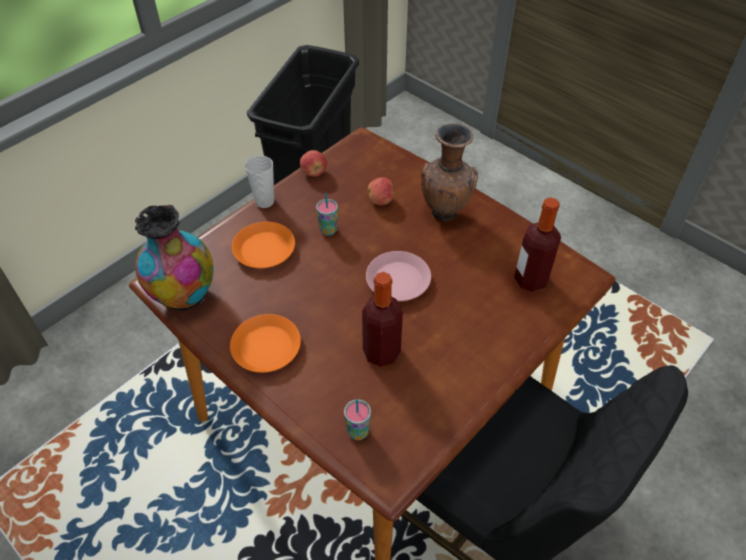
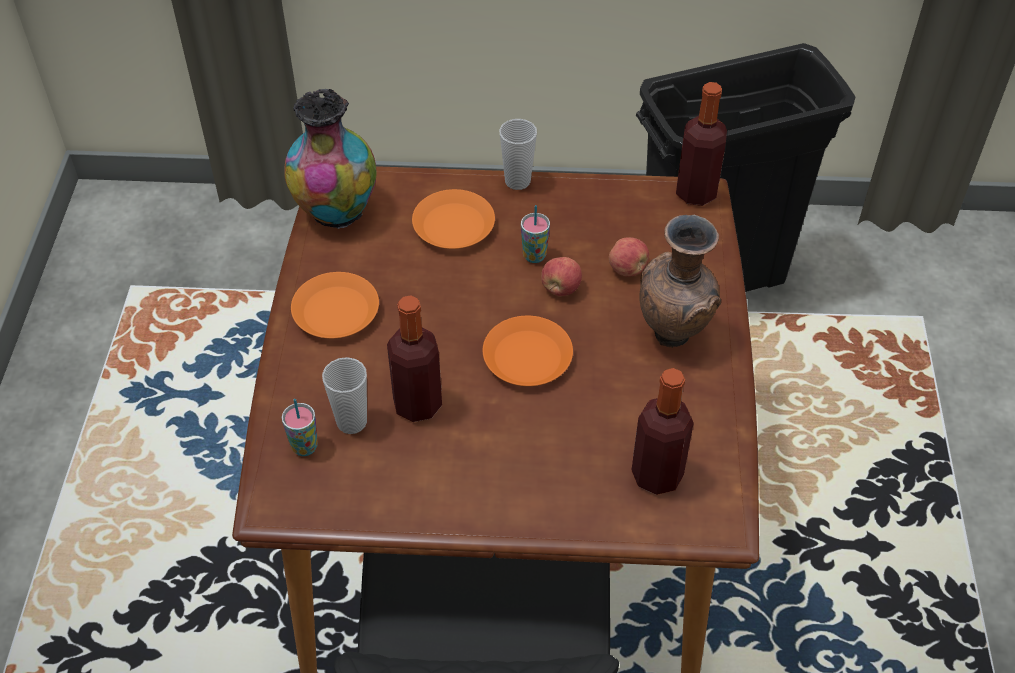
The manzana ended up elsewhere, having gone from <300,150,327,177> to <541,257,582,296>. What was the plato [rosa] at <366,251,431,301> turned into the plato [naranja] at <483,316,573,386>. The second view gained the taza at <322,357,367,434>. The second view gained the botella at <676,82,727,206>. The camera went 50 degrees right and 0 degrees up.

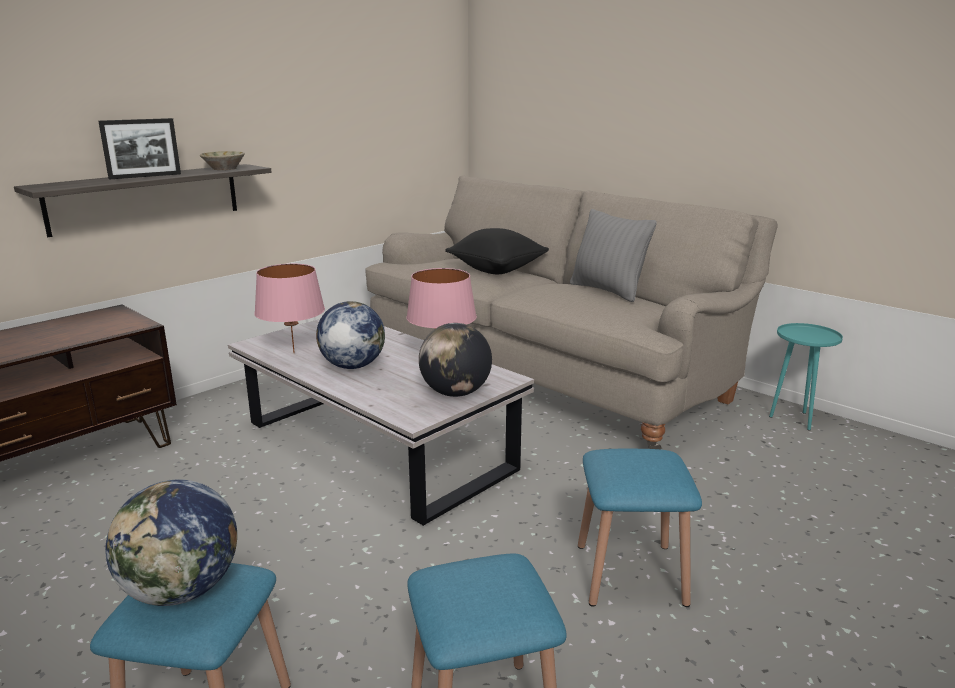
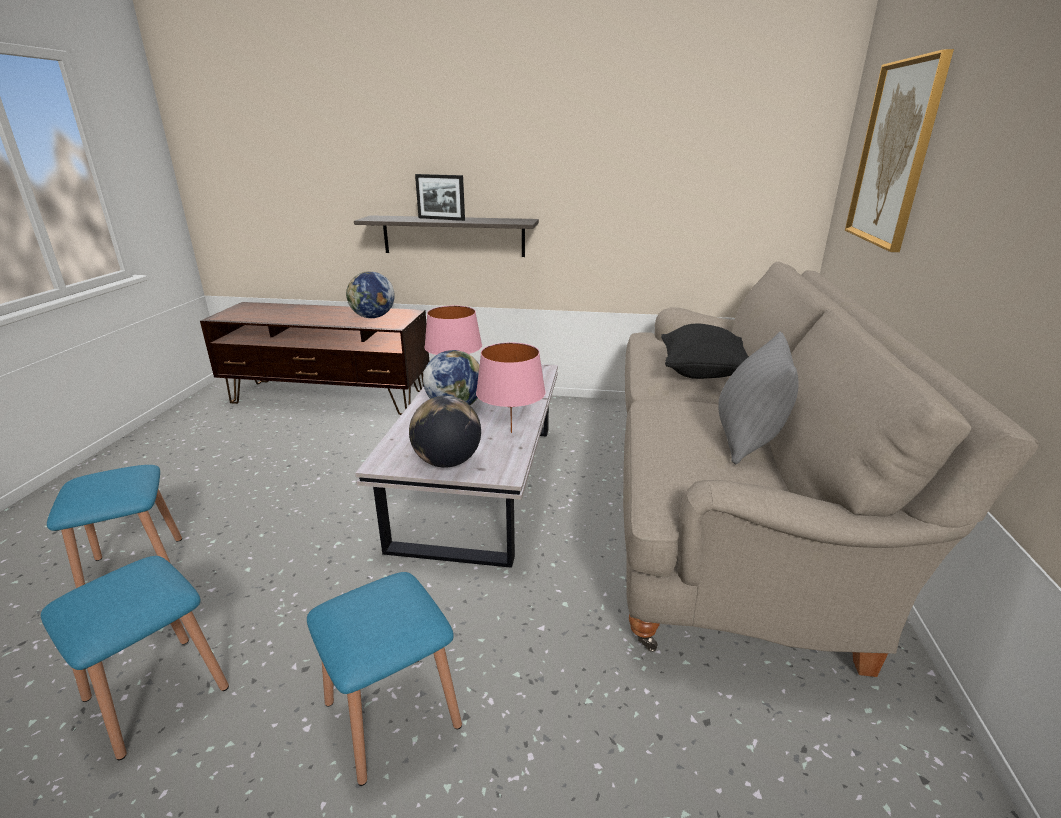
The globo terráqueo ended up elsewhere, having gone from <105,479,237,606> to <346,271,395,318>. The second view lost the cuenco [beis] at <200,151,245,170>. The second view lost the mesa auxiliar [turquesa] at <769,323,843,430>. The second view gained the cuadro at <845,49,954,252>. The camera went 55 degrees right and 5 degrees up.

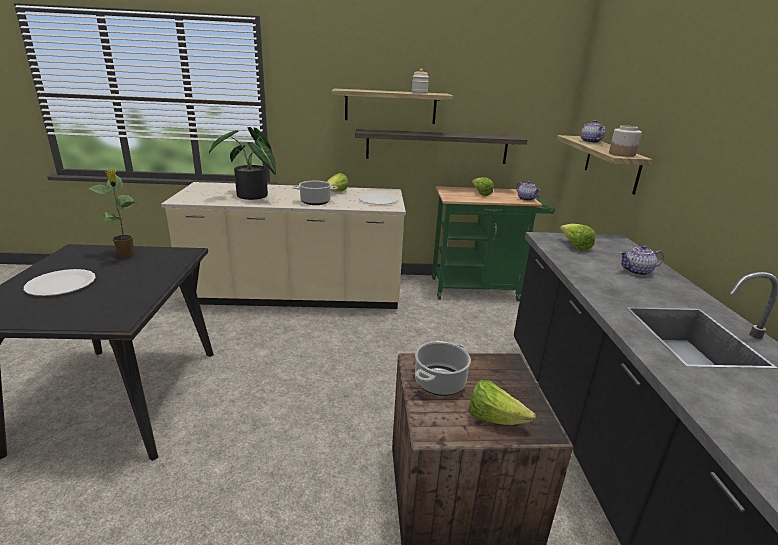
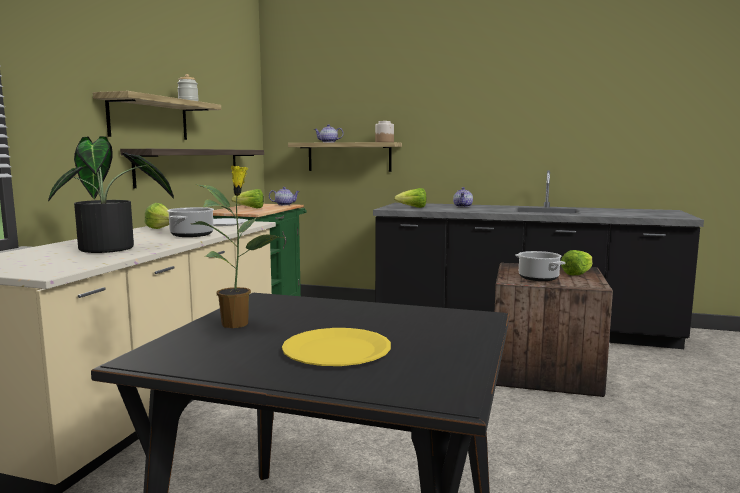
What was the plato [blanco] at <24,269,96,296> turned into the plato [amarillo] at <282,328,391,366>. The camera went 70 degrees left and 15 degrees down.

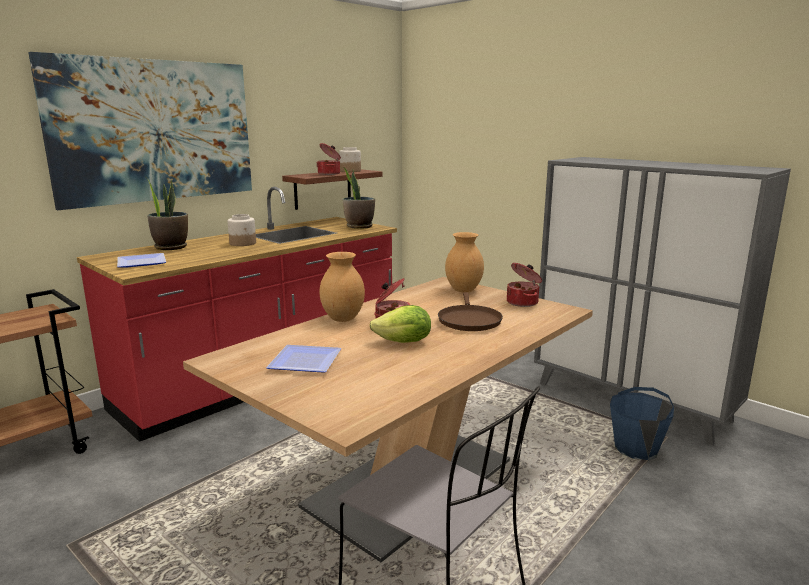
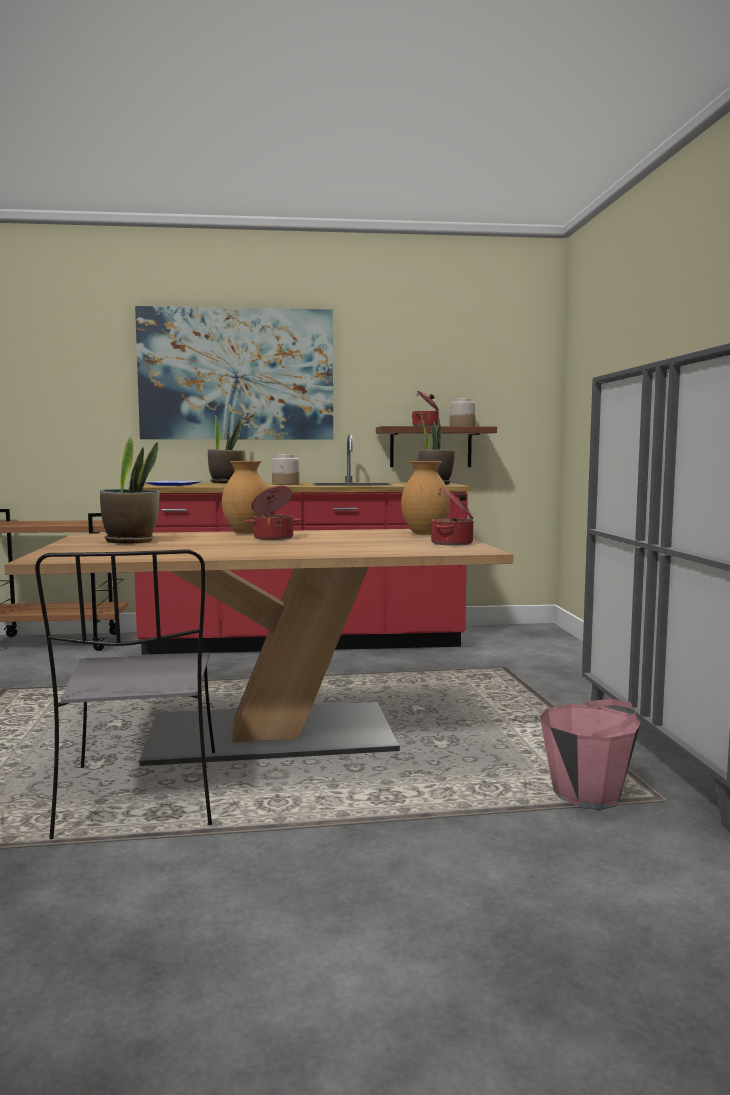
Where the plato stood at <266,345,341,373>, the planta en maceta came to stand at <100,435,160,544>. The second view lost the lechuga at <370,305,431,343>. The second view lost the sartén [marrón] at <438,292,503,331>. What was the cubo [azul] at <610,387,674,461> turned into the cubo [rosa] at <540,699,641,810>. The camera went 40 degrees right and 10 degrees down.

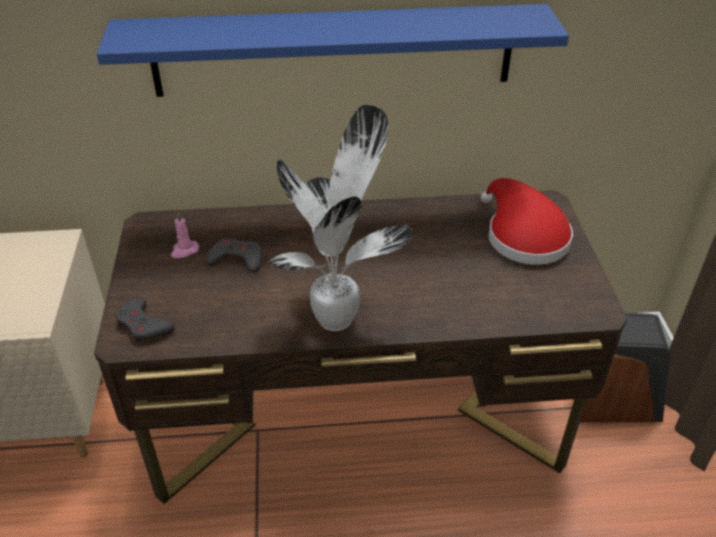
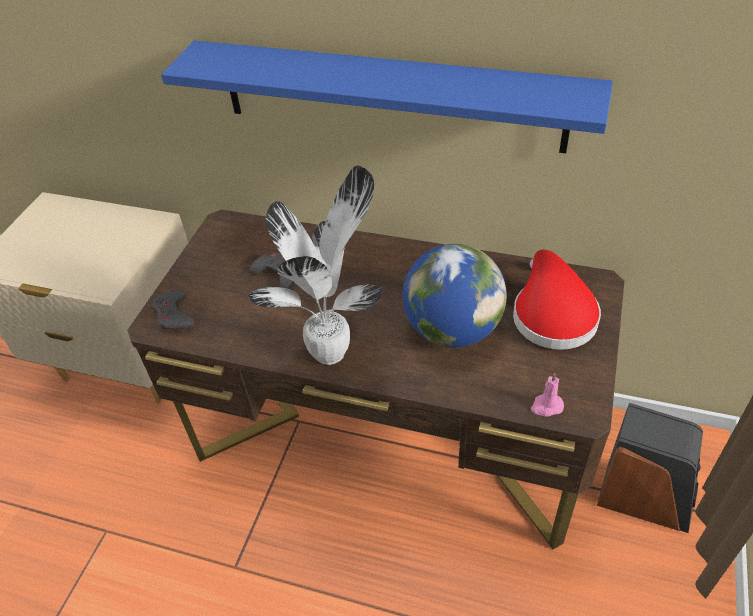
The vela [rosa] ended up elsewhere, having gone from <171,212,199,258> to <531,373,564,417>. The second view gained the globo terráqueo at <402,244,507,347>. The camera went 25 degrees right and 5 degrees up.

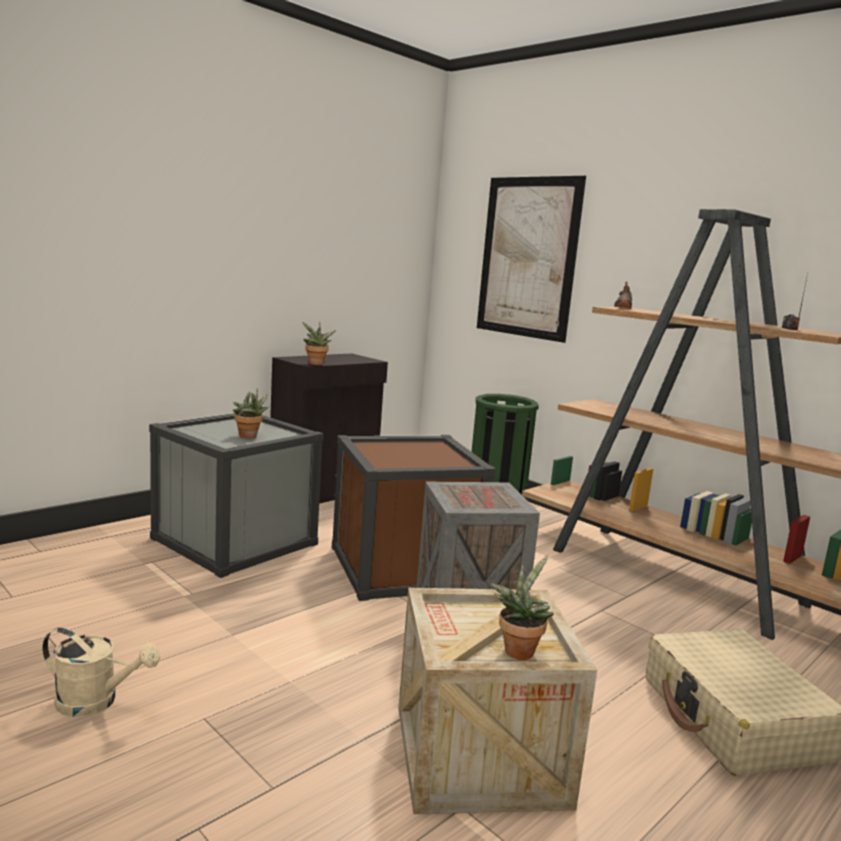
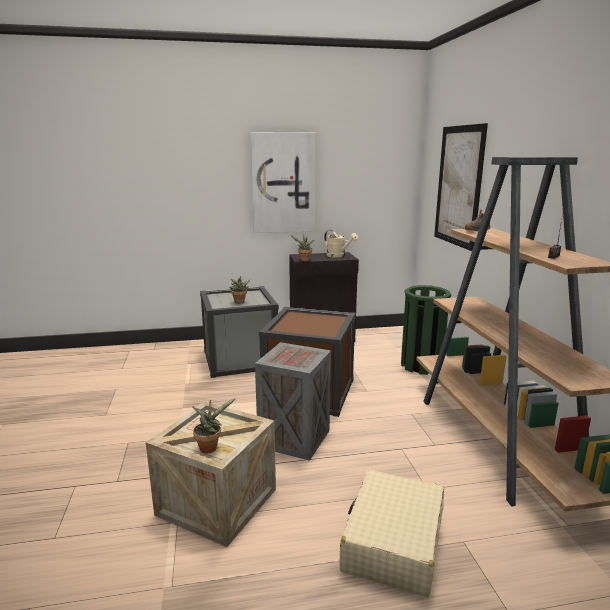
The regadera [beis] ended up elsewhere, having gone from <42,628,160,717> to <324,230,358,258>. The second view gained the cuadro at <250,132,316,233>. The camera went 35 degrees right and 5 degrees up.

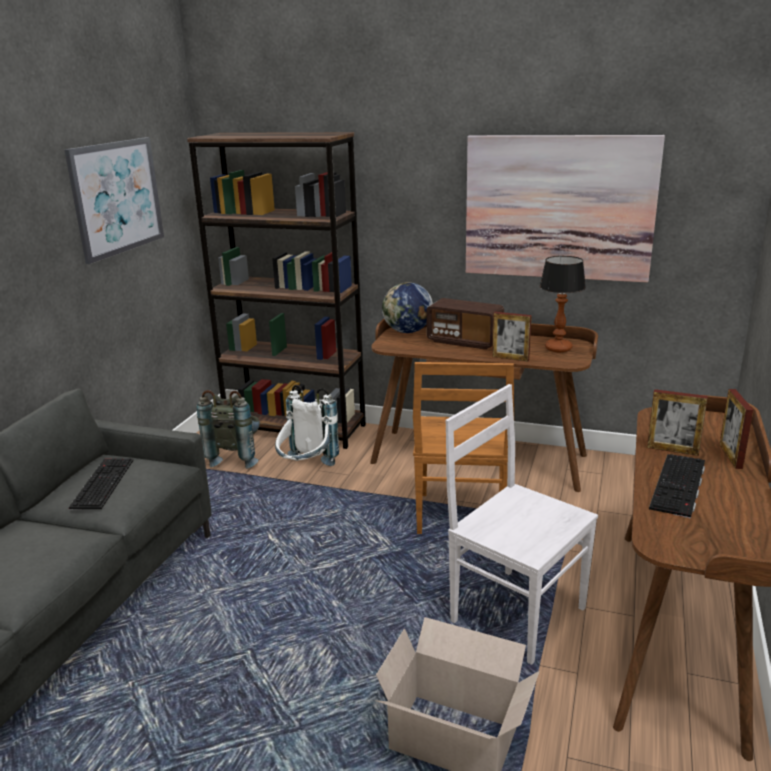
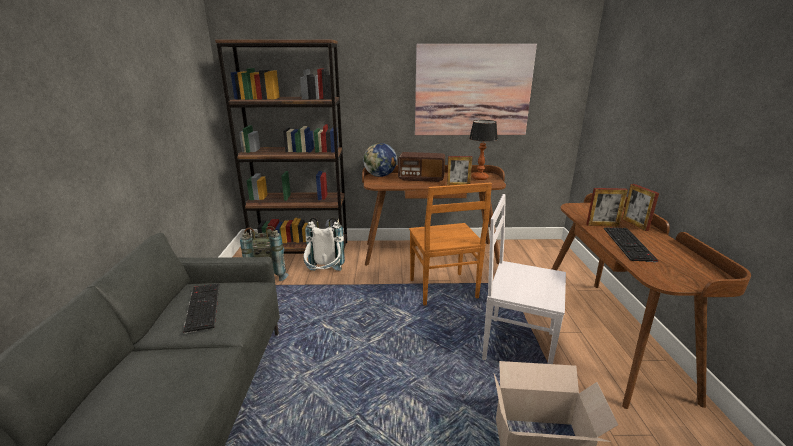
The second view lost the cuadro at <64,137,164,264>. The camera went 20 degrees left and 0 degrees up.

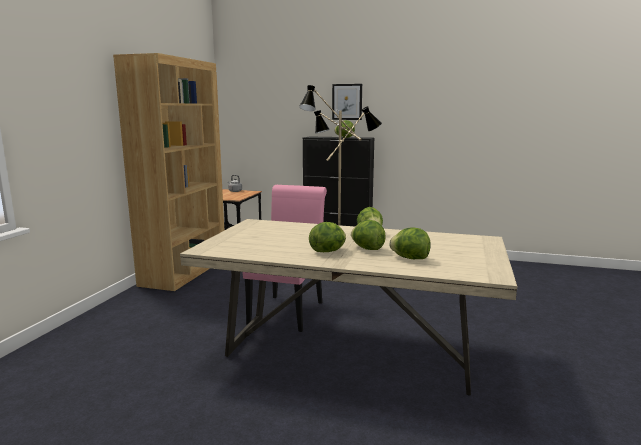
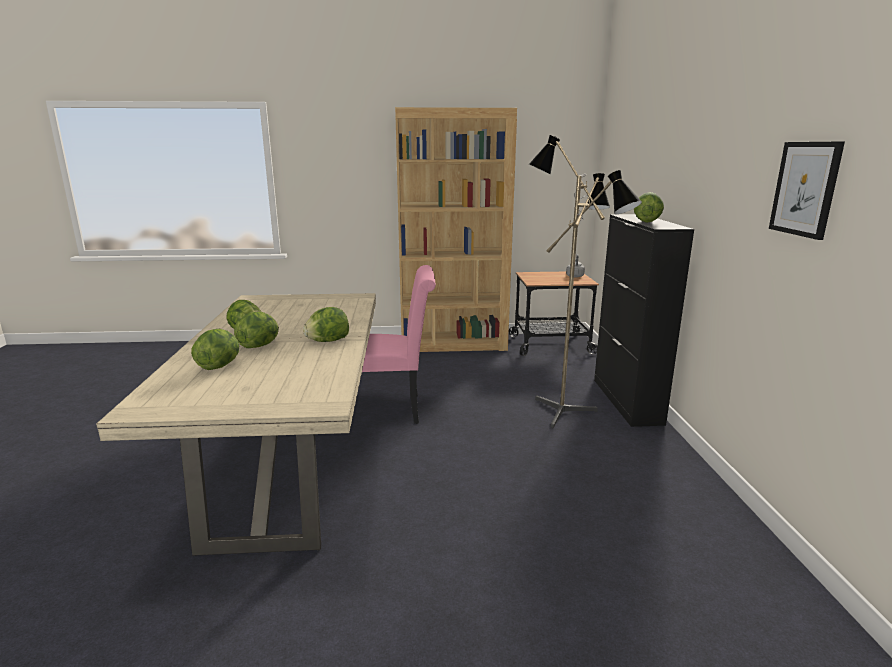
The cuadro ended up elsewhere, having gone from <332,84,362,120> to <769,142,845,240>. The camera went 70 degrees right and 5 degrees up.

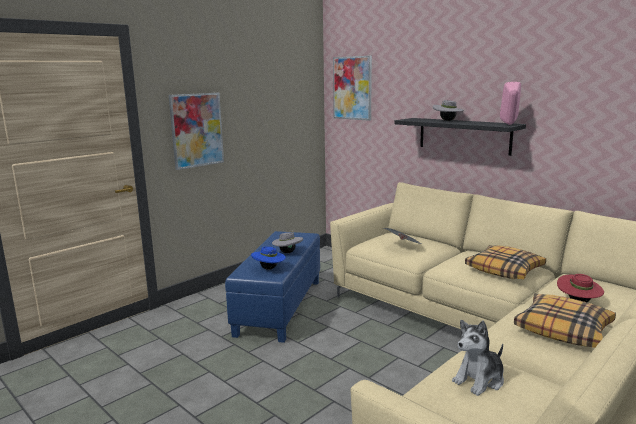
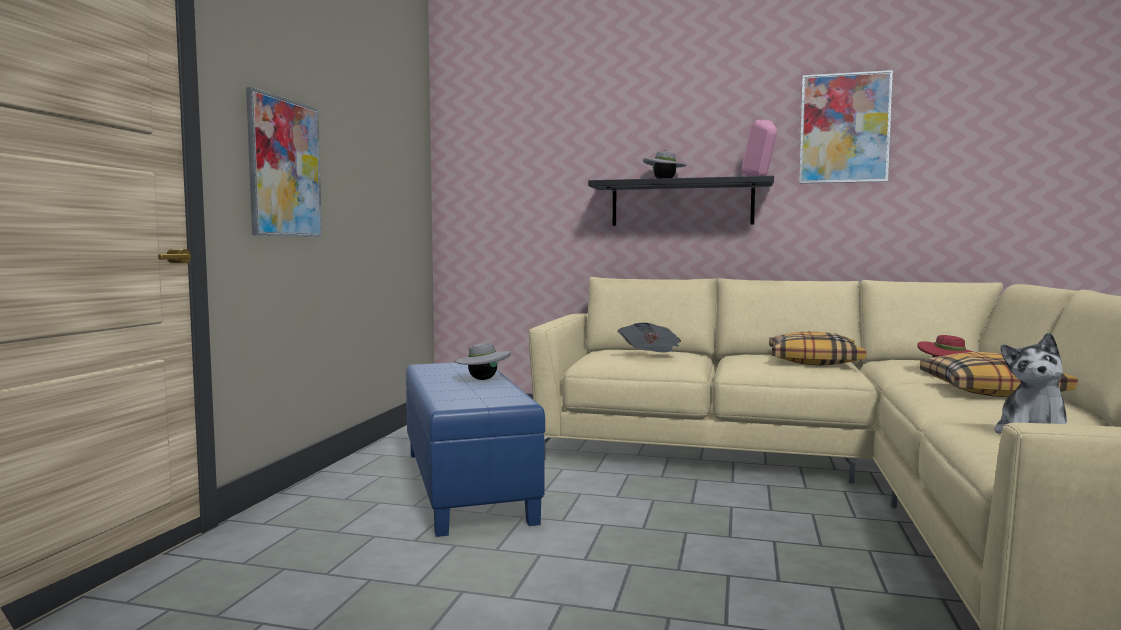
The second view lost the sombrero [azul] at <251,246,286,270>. The cuadro ended up elsewhere, having gone from <333,56,372,121> to <799,70,893,184>. The camera went 30 degrees left and 10 degrees down.

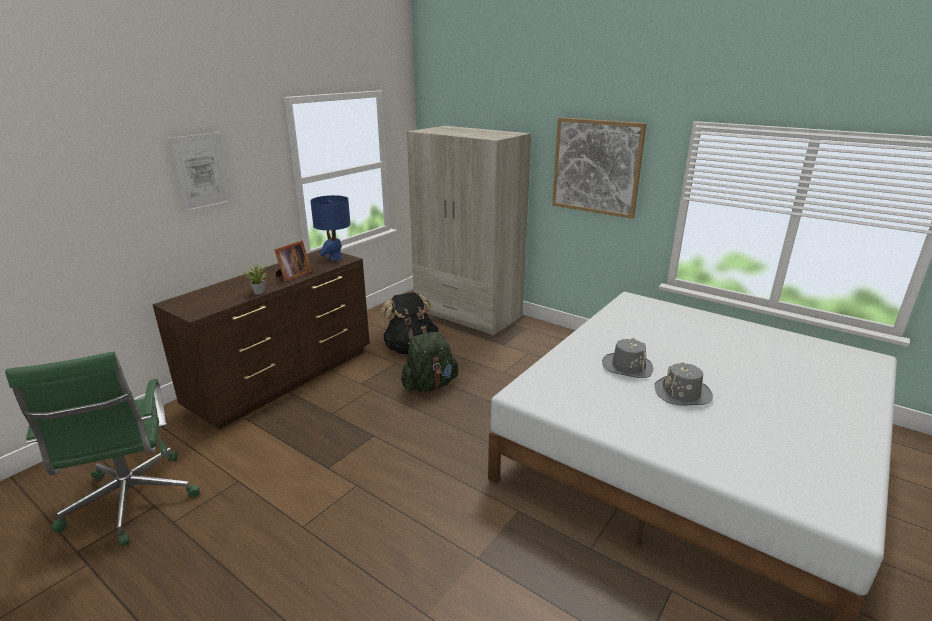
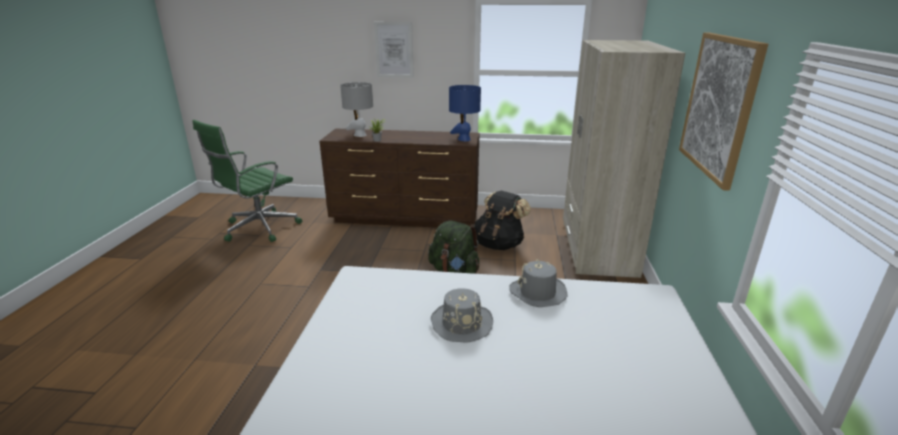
The second view lost the portarretratos at <274,241,312,282>. The sombrero [gris] ended up elsewhere, having gone from <654,362,713,406> to <509,259,567,307>. The second view gained the lámpara de mesa [gris] at <340,82,373,137>. The camera went 60 degrees right and 0 degrees up.

